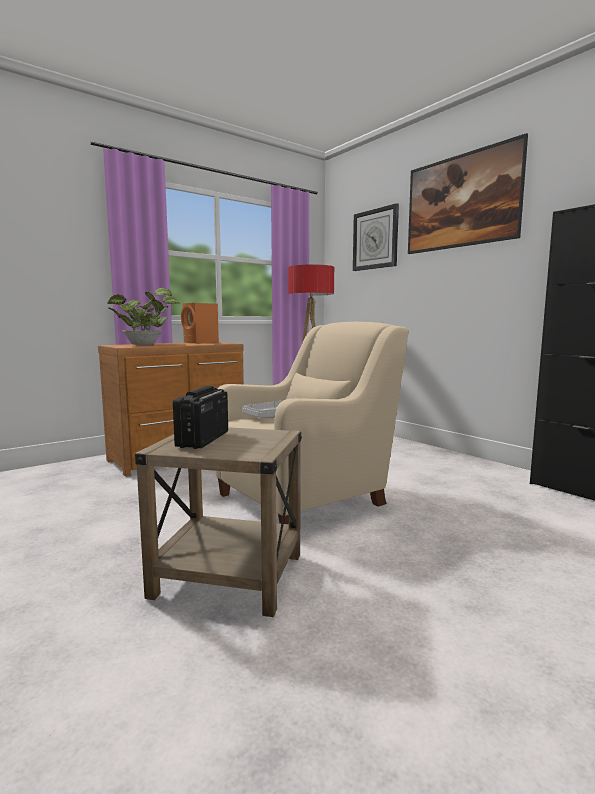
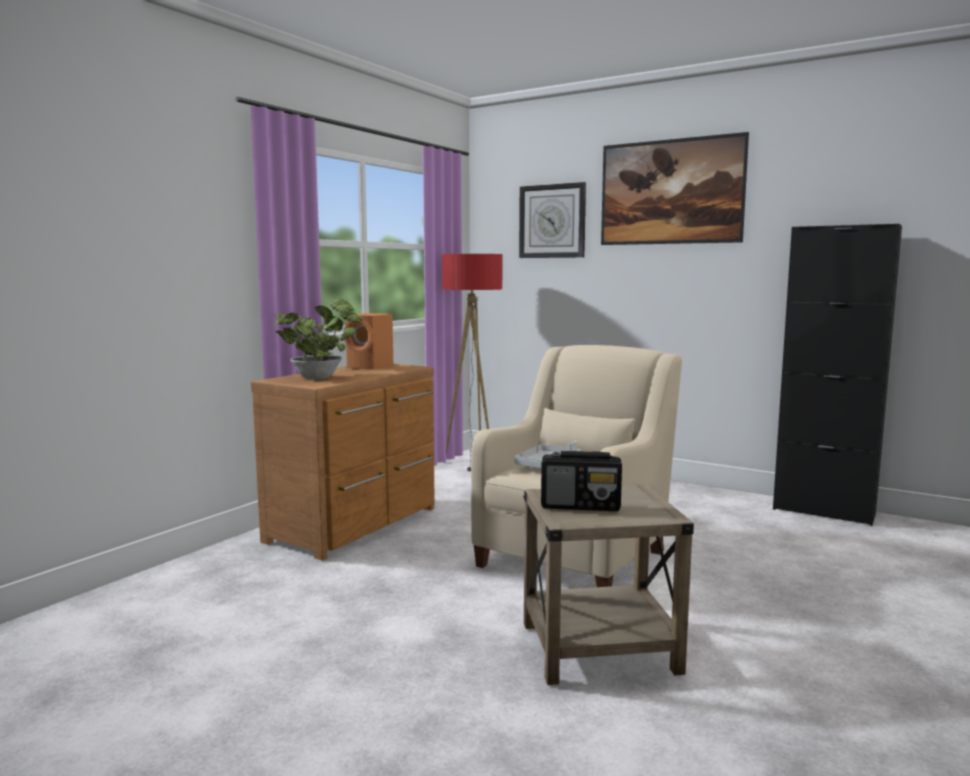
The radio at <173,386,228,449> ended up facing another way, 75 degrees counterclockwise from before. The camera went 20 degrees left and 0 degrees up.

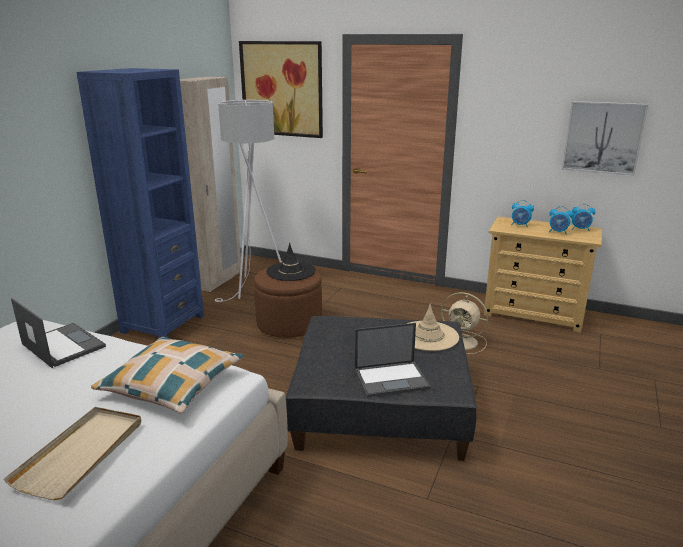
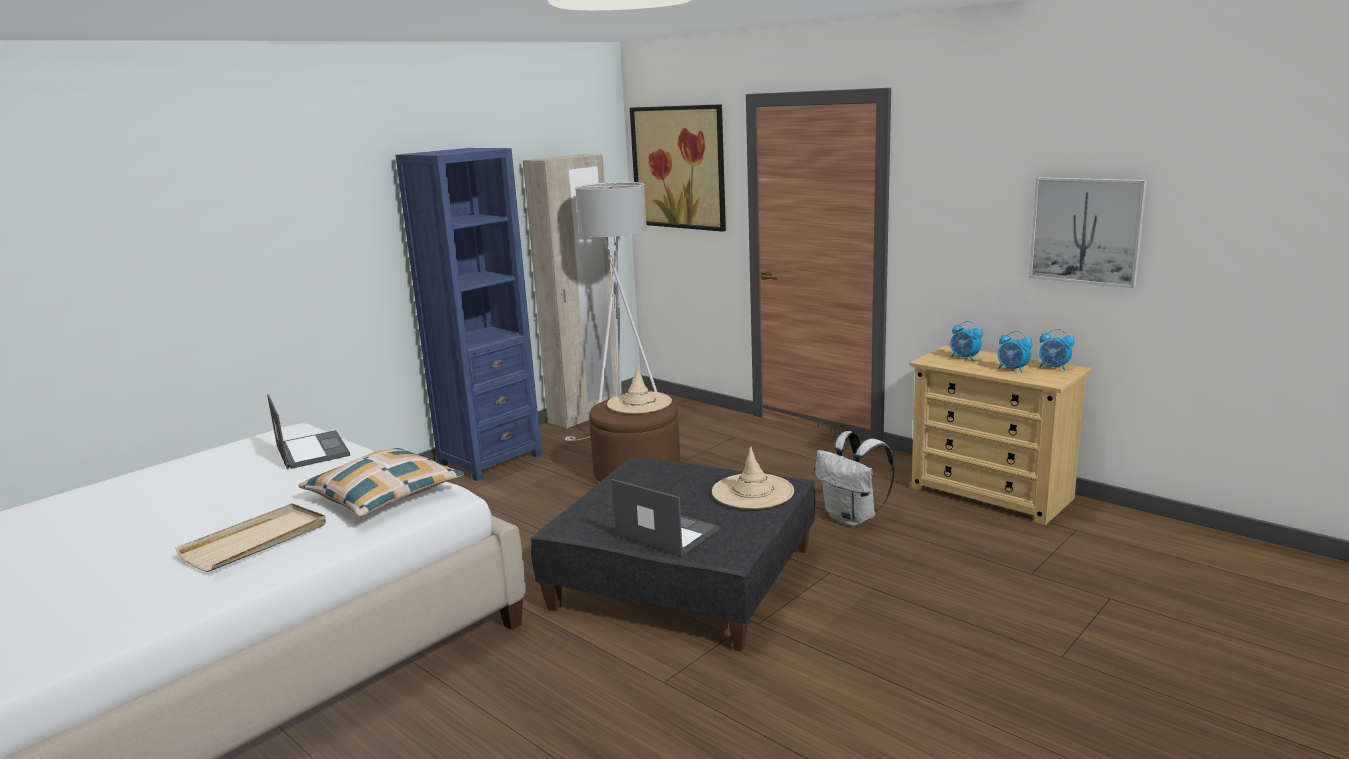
What was the sombrero [negro] at <266,243,316,281> turned into the sombrero [beis] at <607,366,672,414>. The portátil at <355,323,431,397> ended up facing another way, 150 degrees counterclockwise from before. Where the ventilador [beis] stood at <441,292,488,354>, the mochila [blanco] came to stand at <815,431,895,527>. The camera went 20 degrees right and 5 degrees down.

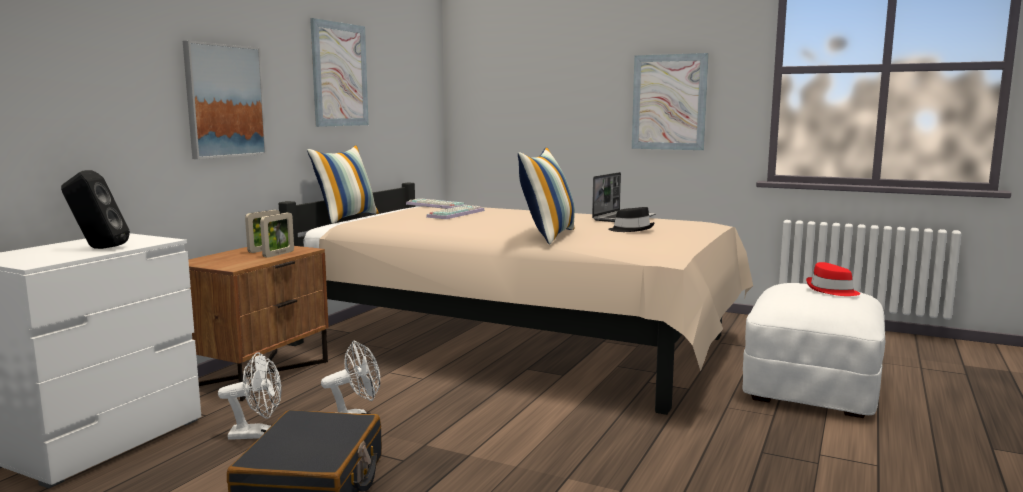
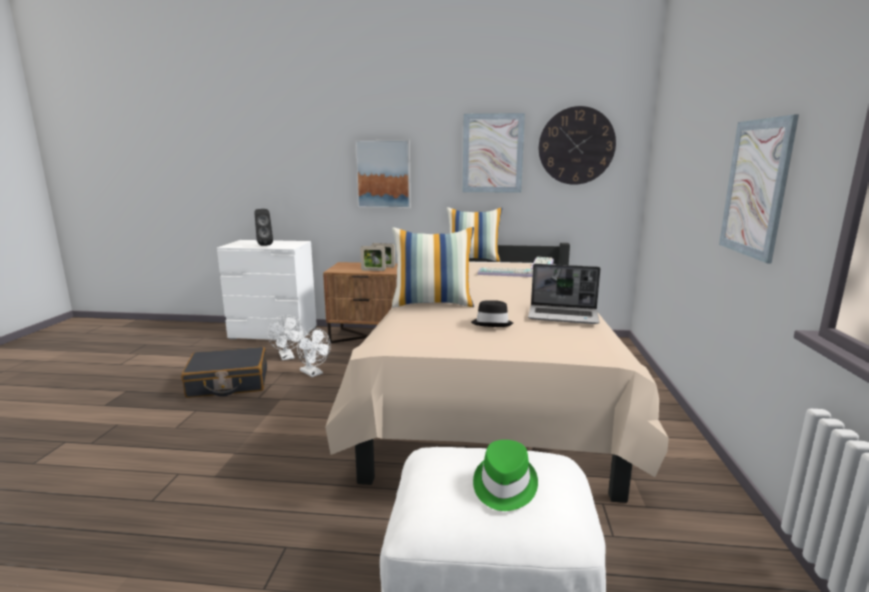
What was the sombrero [rojo] at <806,262,860,296> turned into the sombrero [verde] at <473,440,538,511>. The second view gained the reloj de pared at <539,106,616,185>. The camera went 70 degrees right and 5 degrees up.

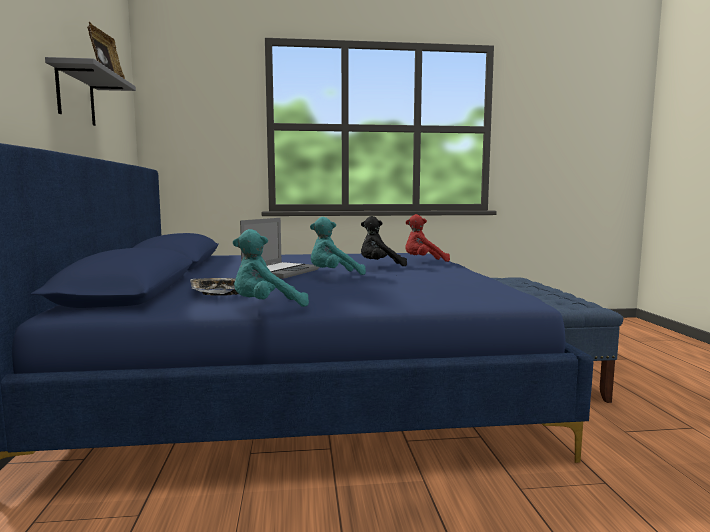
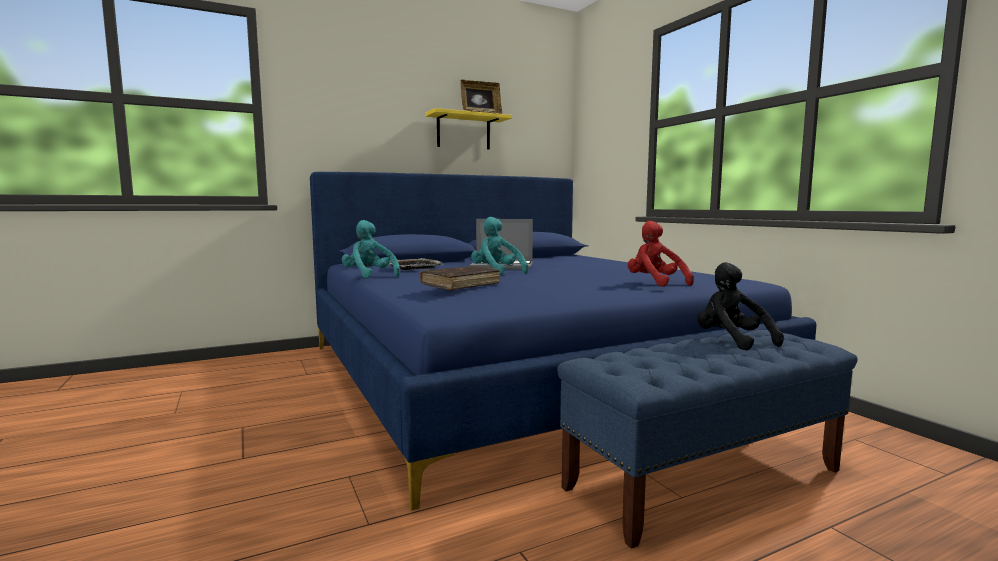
What was the estante [gris] at <45,57,136,126> turned into the estante [amarillo] at <425,108,512,149>. The peluche [negro] ended up elsewhere, having gone from <361,216,407,266> to <697,262,784,350>. The second view gained the libro [marrón] at <420,266,500,291>. The camera went 70 degrees right and 0 degrees up.

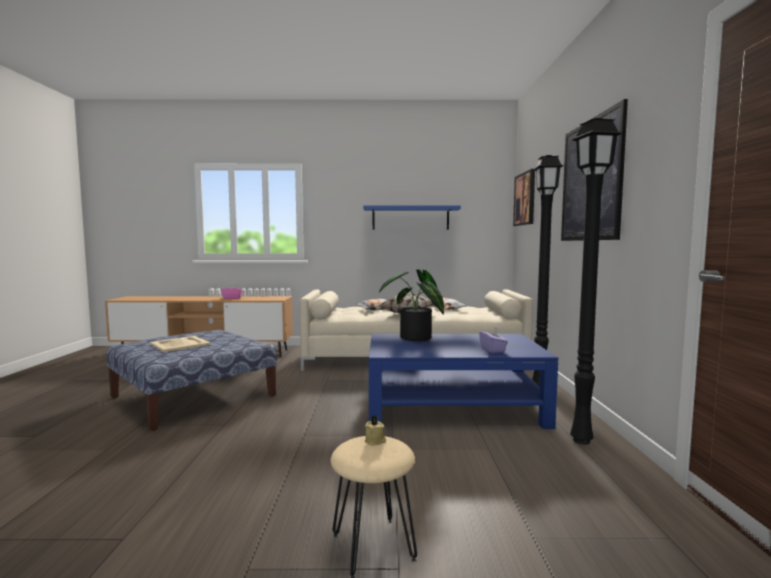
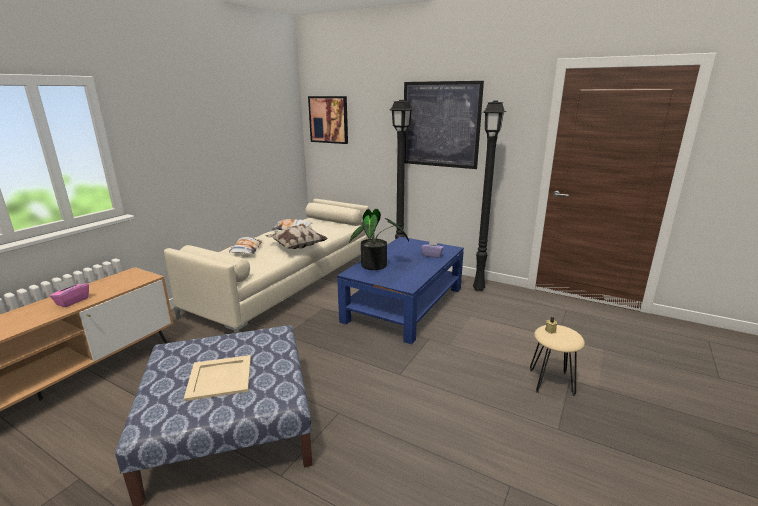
The second view lost the estante [azul] at <363,206,461,230>. The camera went 60 degrees left and 15 degrees up.

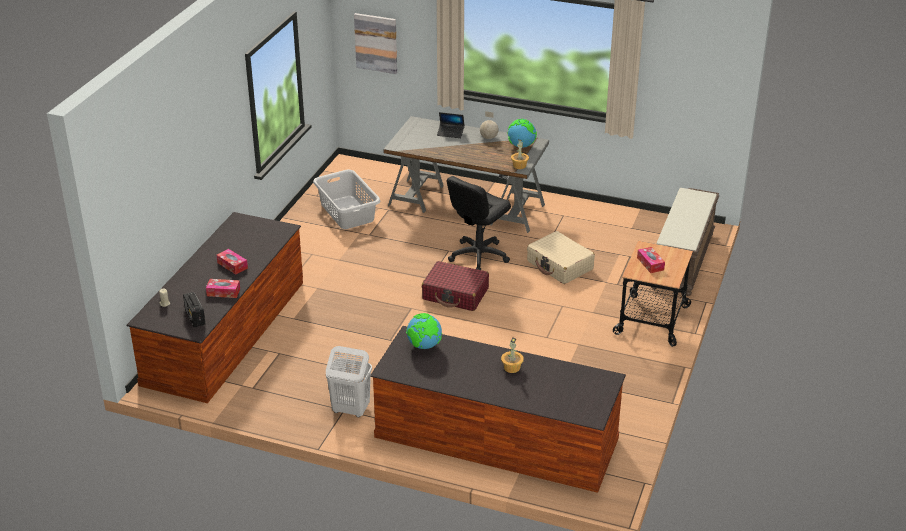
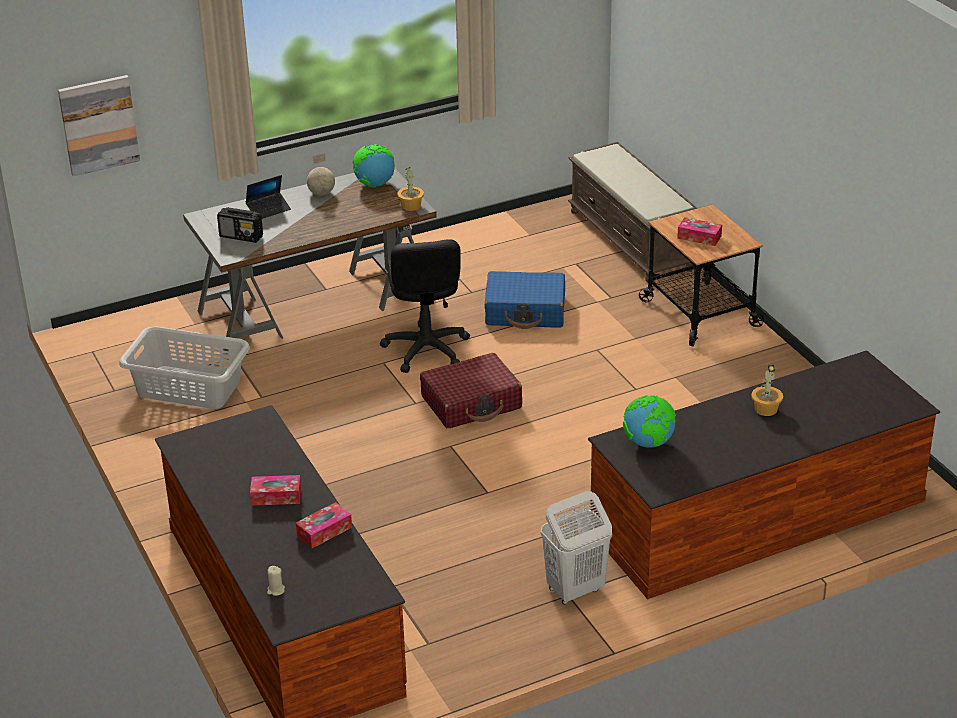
The radio ended up elsewhere, having gone from <183,292,206,327> to <217,207,263,243>. What was the maleta [beis] at <527,231,595,284> turned into the maleta [azul] at <484,271,565,329>. The camera went 45 degrees left and 0 degrees up.

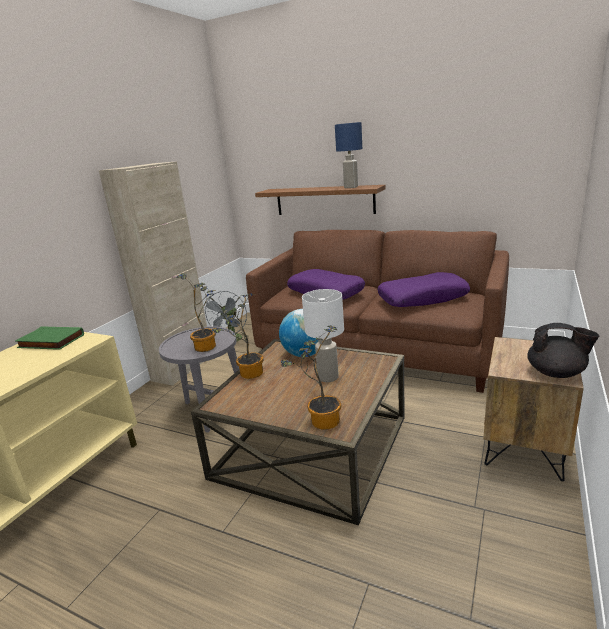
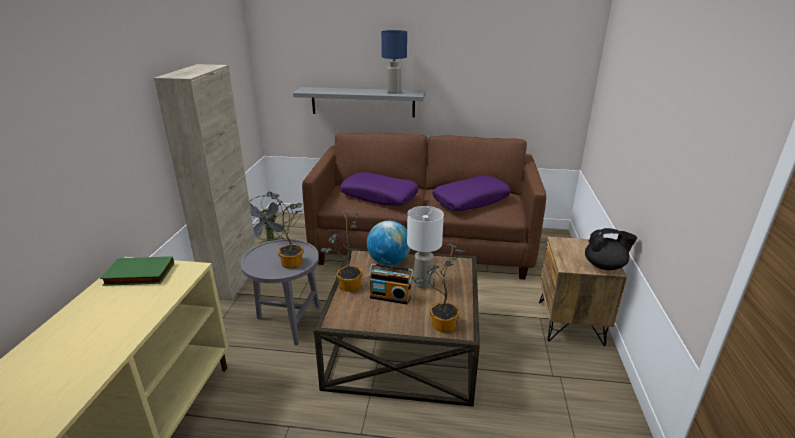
What was the estante [marrón] at <255,185,386,215> turned into the estante [gris] at <293,87,425,117>. The second view gained the radio at <369,263,414,305>. The camera went 20 degrees left and 5 degrees up.

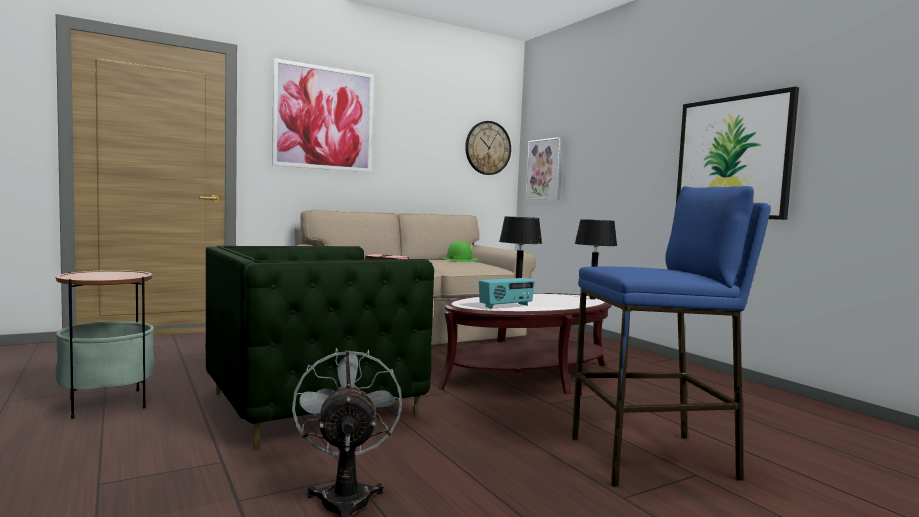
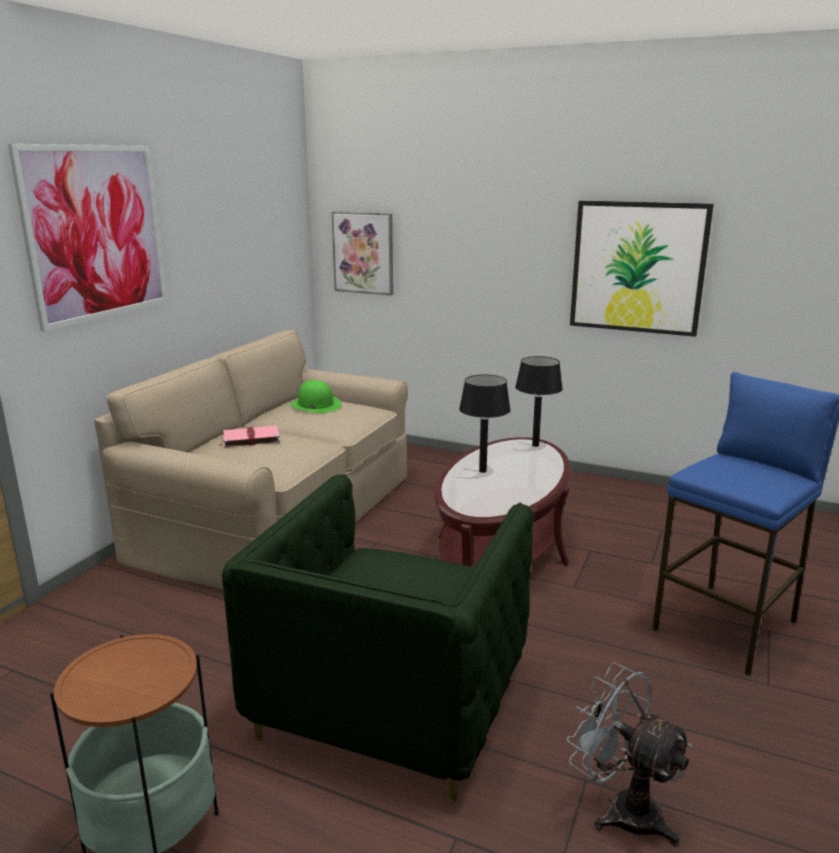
The second view lost the reloj de pared at <465,121,511,175>. The second view lost the radio at <479,278,535,309>. The camera went 35 degrees left and 15 degrees up.

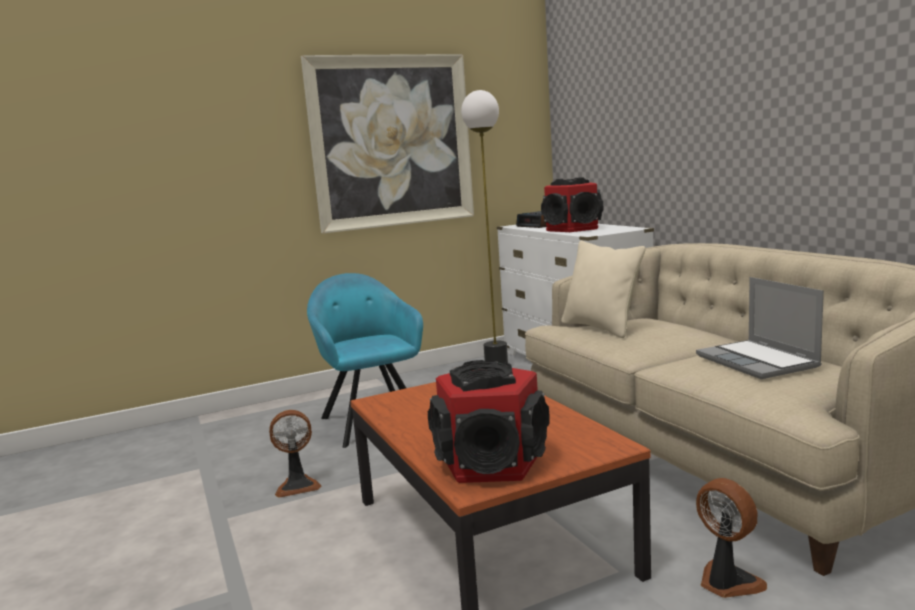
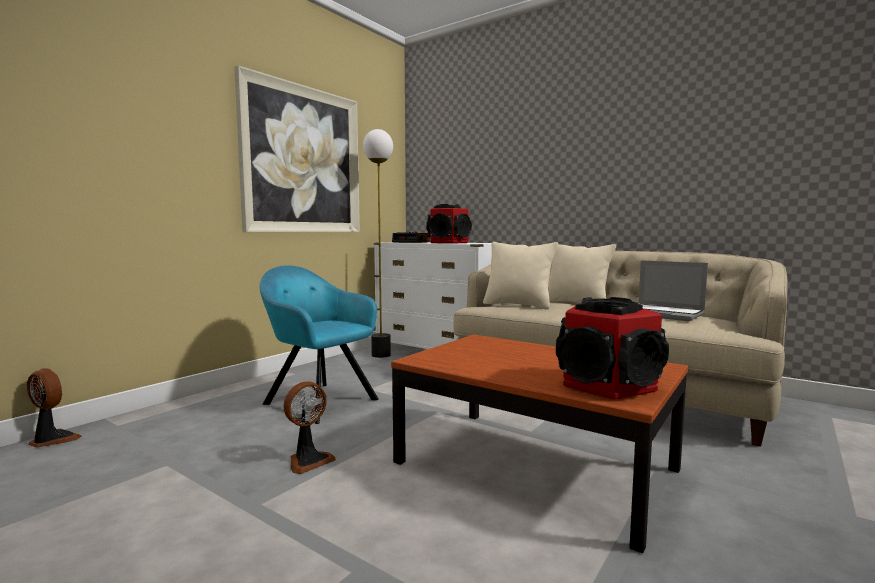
The ventilador ended up elsewhere, having gone from <696,478,767,598> to <27,368,82,448>. The second view gained the cojín [beis] at <548,244,616,302>. The camera went 30 degrees left and 5 degrees down.

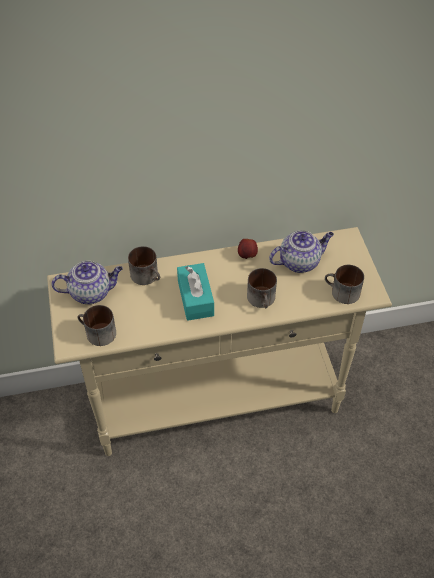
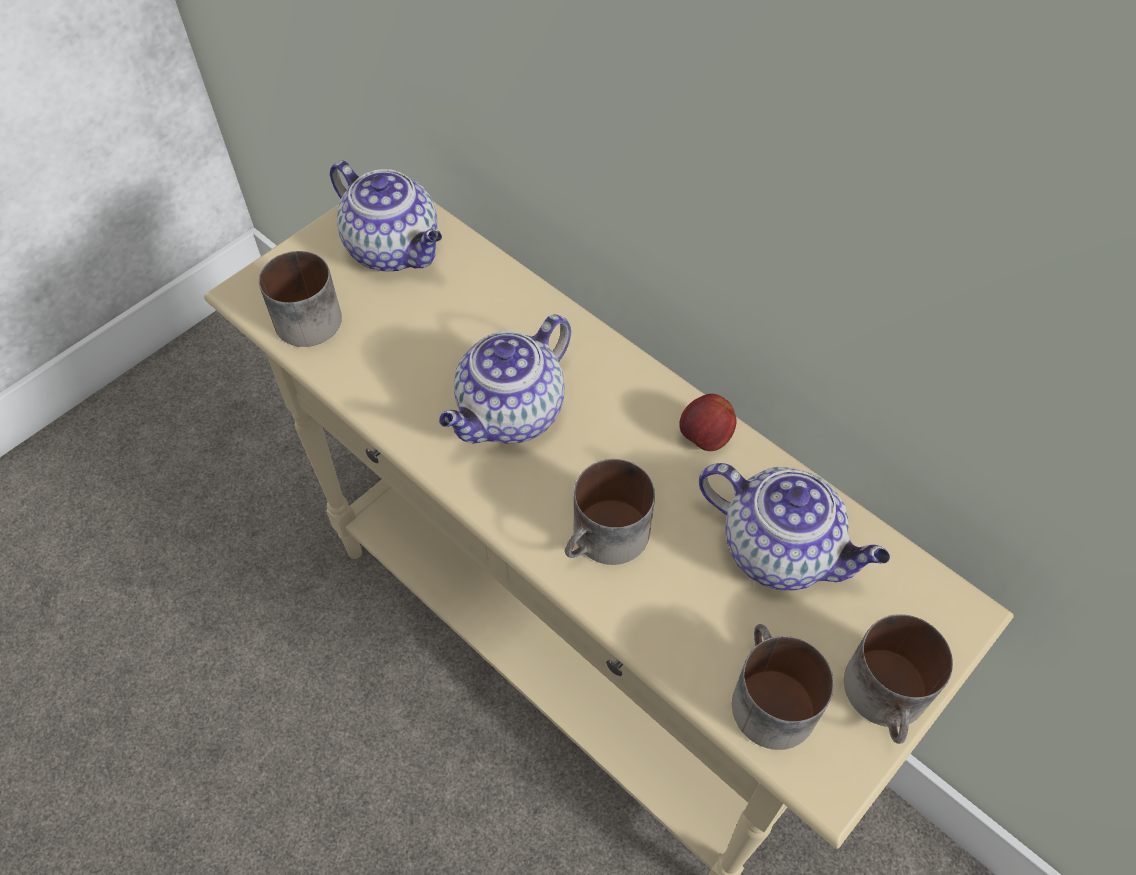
The taza grande ended up elsewhere, having gone from <128,246,160,285> to <844,614,953,744>. Where the caja de pañuelos [turquesa] stood at <177,263,214,321>, the tetera came to stand at <439,314,571,443>. The camera went 55 degrees right and 5 degrees up.

